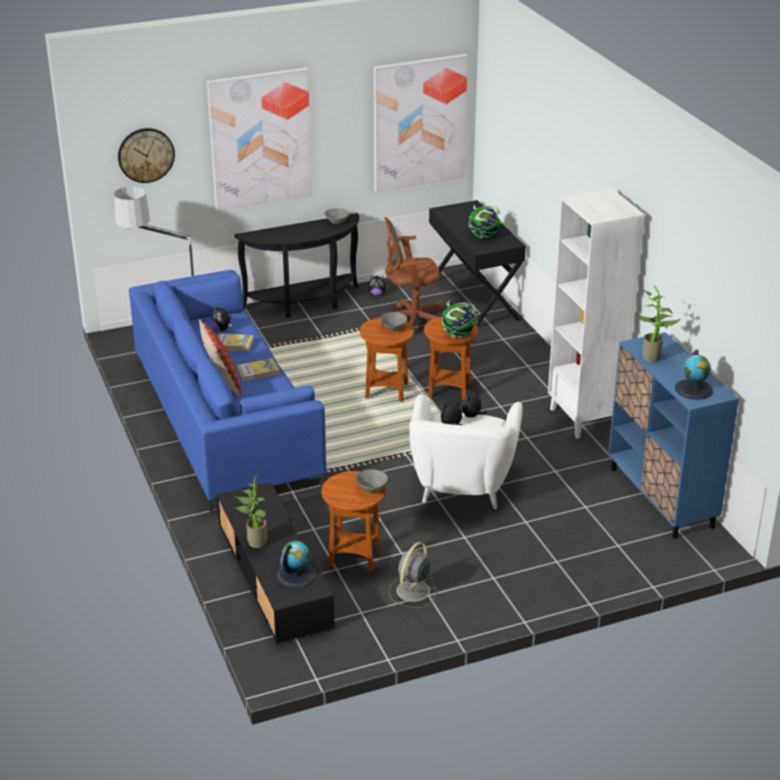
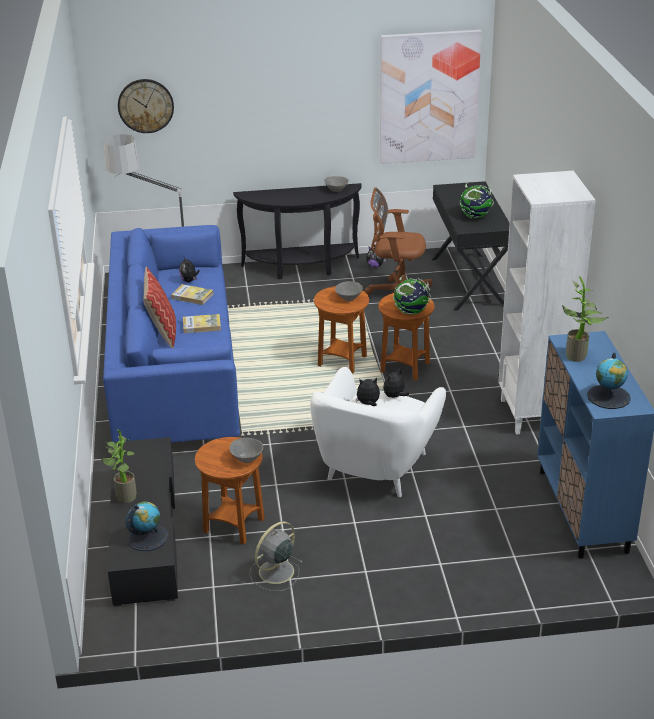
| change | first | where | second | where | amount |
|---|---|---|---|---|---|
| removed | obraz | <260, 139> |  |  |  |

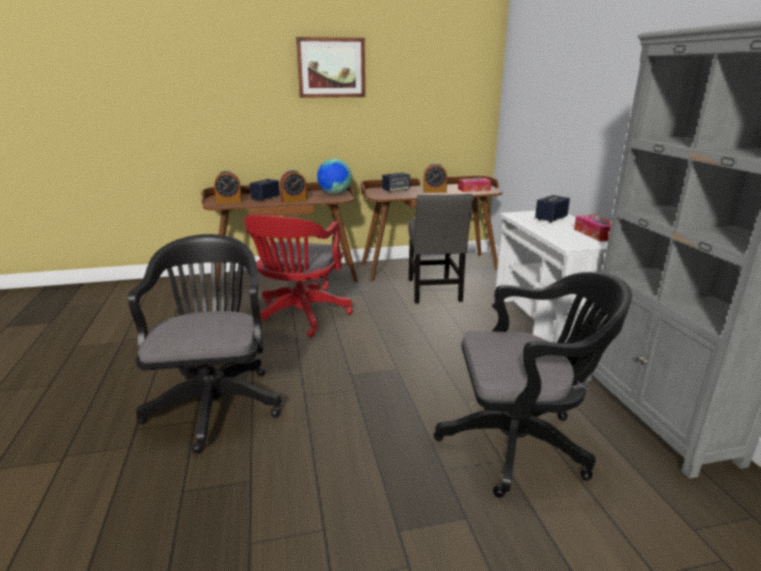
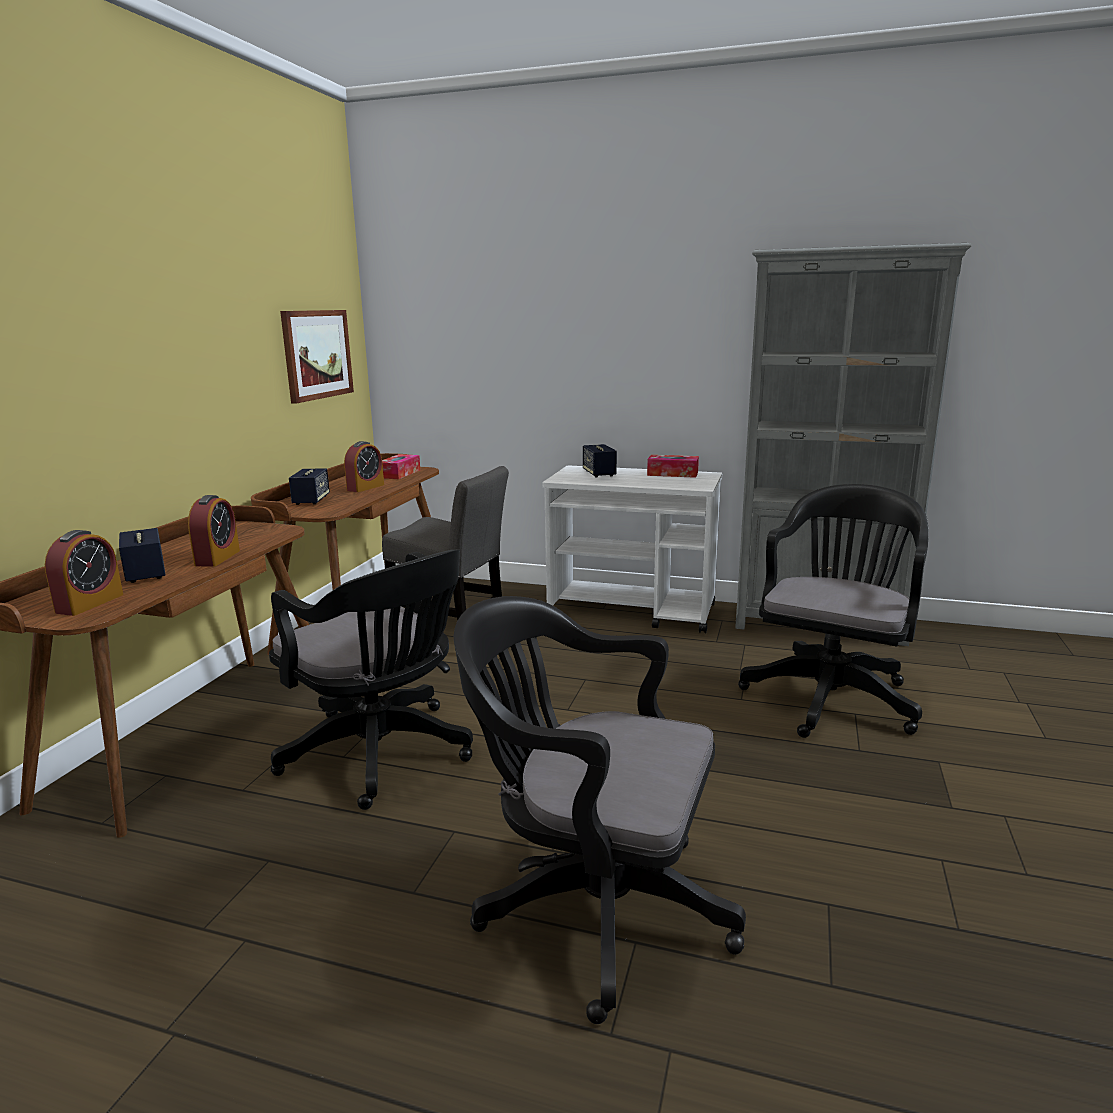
| change | first | where | second | where | amount |
|---|---|---|---|---|---|
| removed | globus | <335, 194> |  |  |  |
| moved | obraz | <331, 68> |  | <317, 354> |  |
| recoloured | krzesło biurowe (czerwony) | <299, 317> | krzesło biurowe (czarny) | <383, 755> |  |

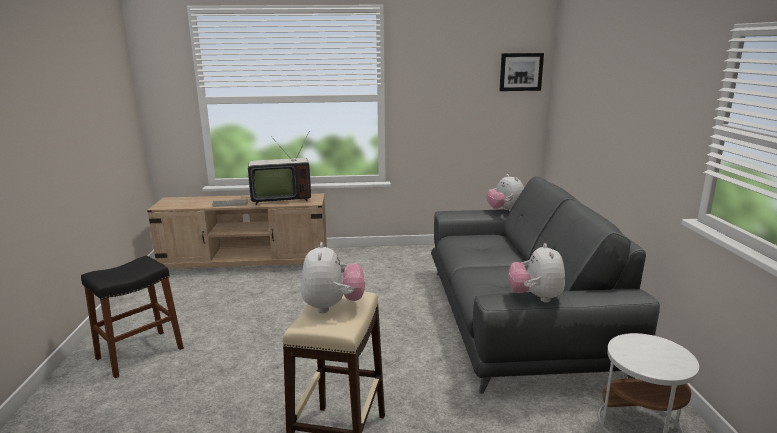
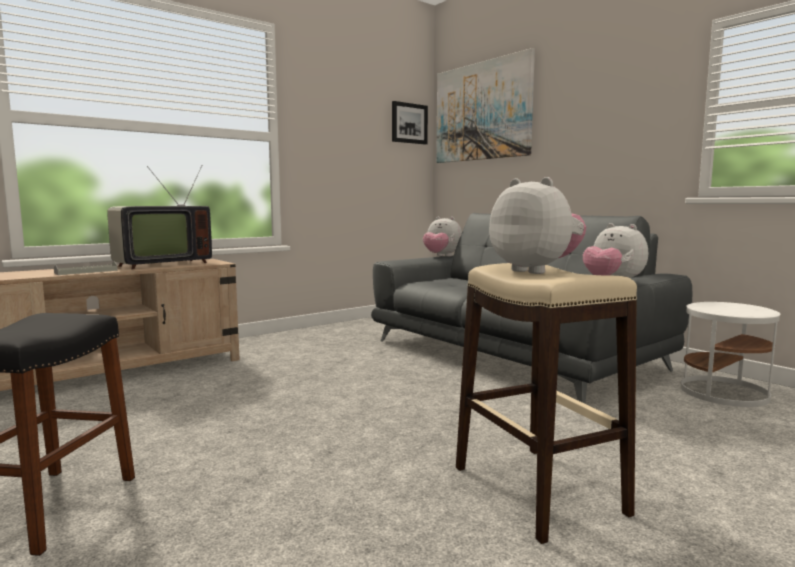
| change | first | where | second | where | amount |
|---|---|---|---|---|---|
| added |  |  | obraz | <482, 111> |  |

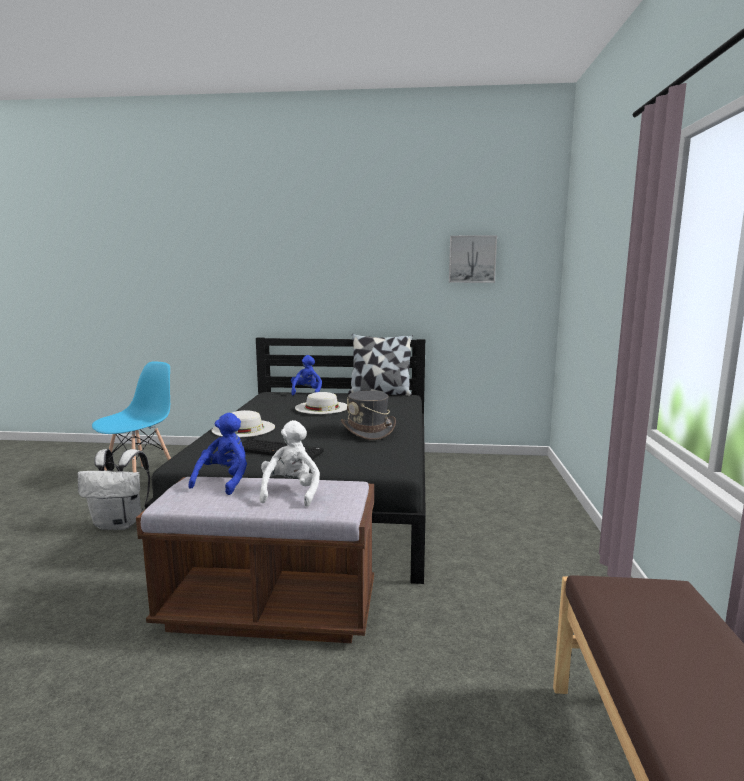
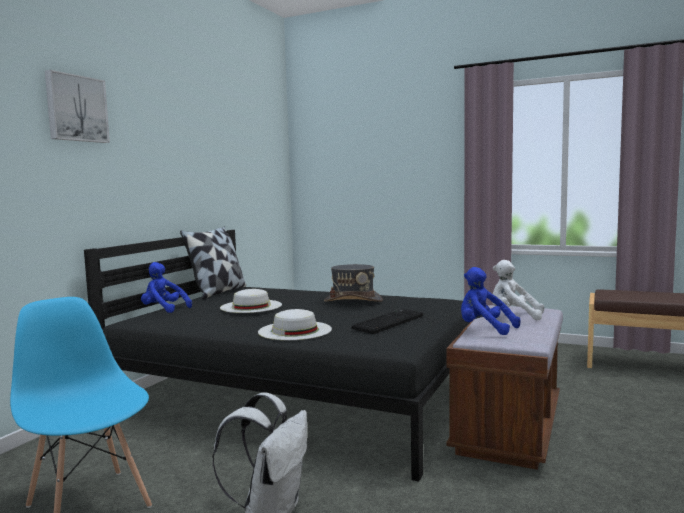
| change | first | where | second | where | amount |
|---|---|---|---|---|---|
| moved | obraz | <472, 259> |  | <76, 108> |  |

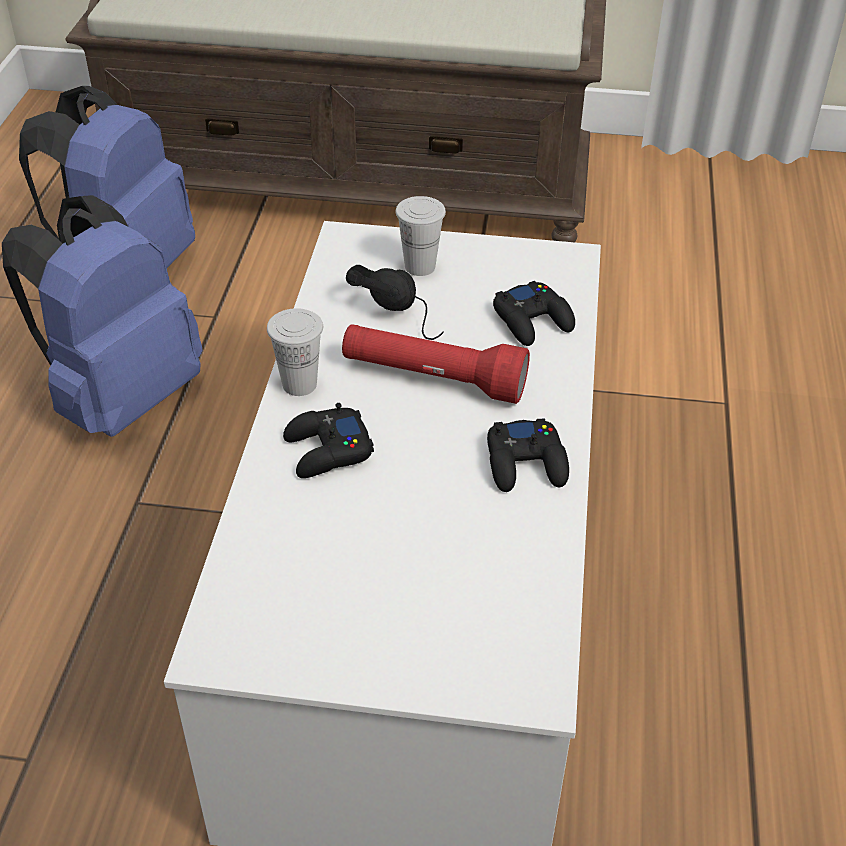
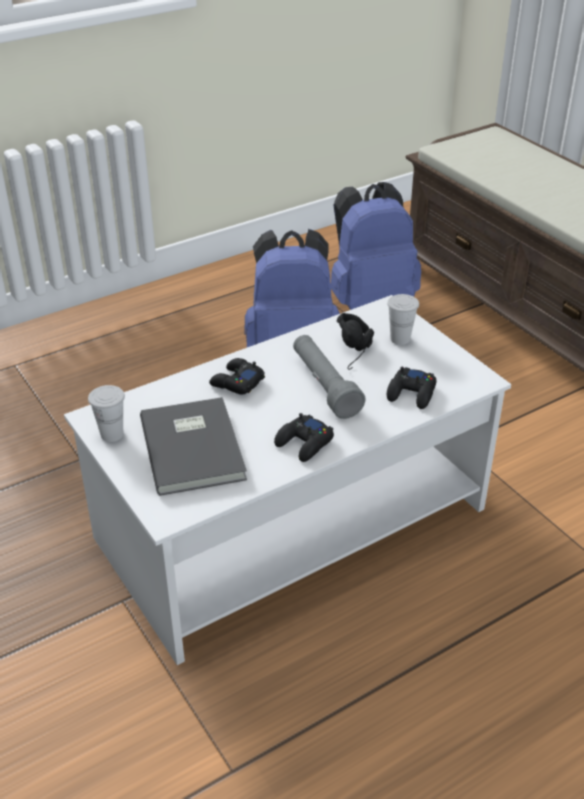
| change | first | where | second | where | amount |
|---|---|---|---|---|---|
| added |  |  | książka (szary) | <195, 447> |  |
| moved | filiżanka (biały) | <299, 384> |  | <112, 434> |  |
| recoloured | latarka (czerwony) | <433, 379> | latarka (szary) | <324, 386> |  |

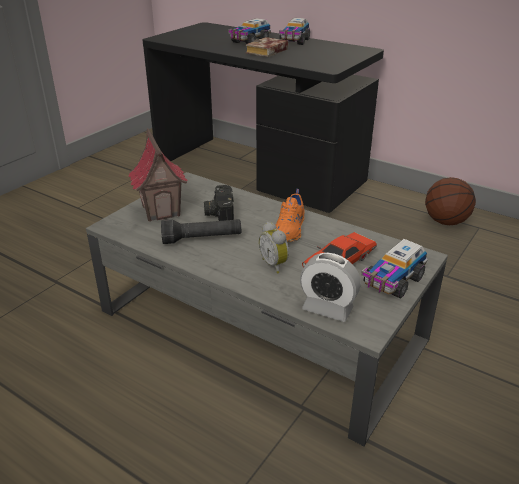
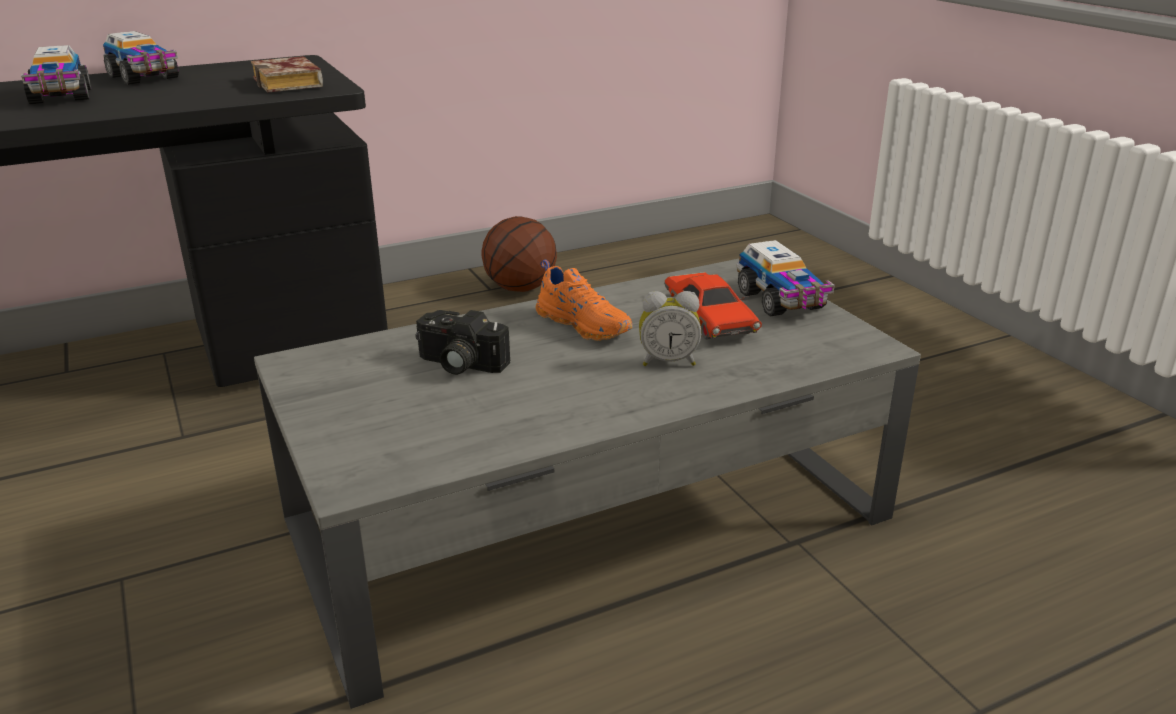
| change | first | where | second | where | amount |
|---|---|---|---|---|---|
| removed | domek | <162, 211> |  |  |  |
| removed | latarka (czarny) | <202, 239> |  |  |  |
| removed | budzik | <327, 309> |  |  |  |
| moved | książka | <267, 52> |  | <291, 84> |  |

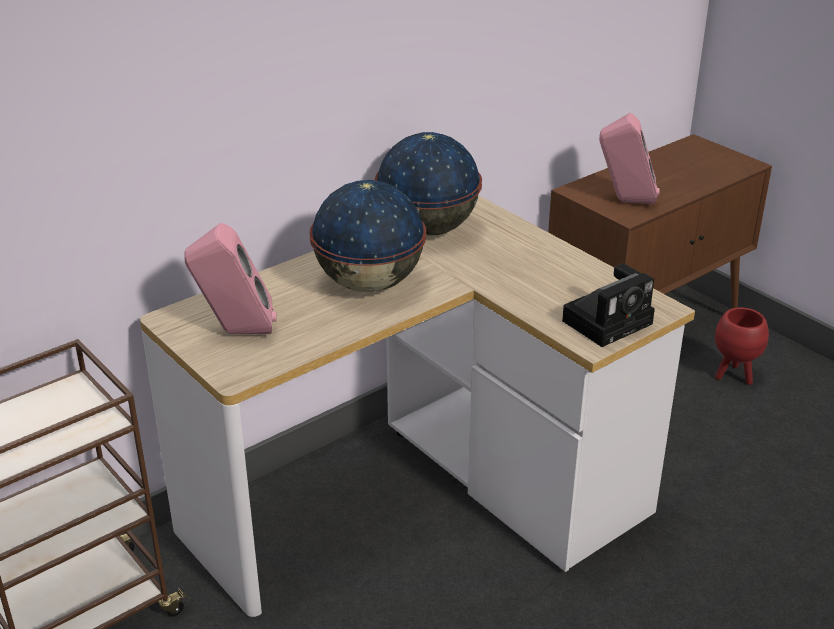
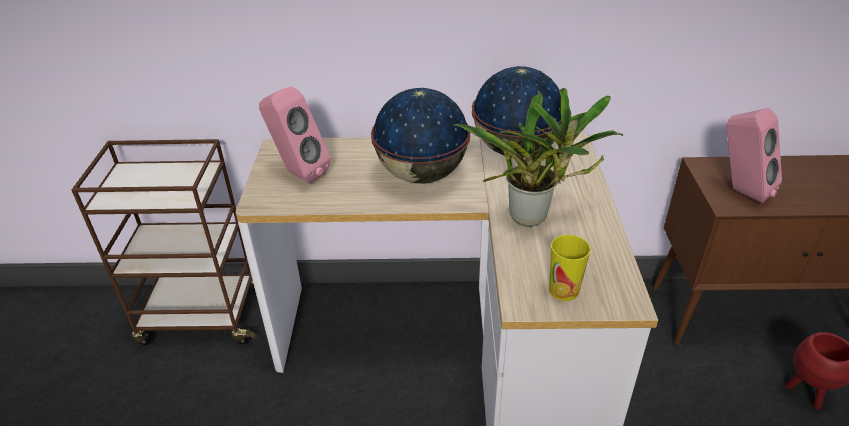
| change | first | where | second | where | amount |
|---|---|---|---|---|---|
| added |  |  | roślina doniczkowa | <534, 218> |  |
| replaced | aparat fotograficzny | <609, 321> | filiżanka | <563, 290> |  |

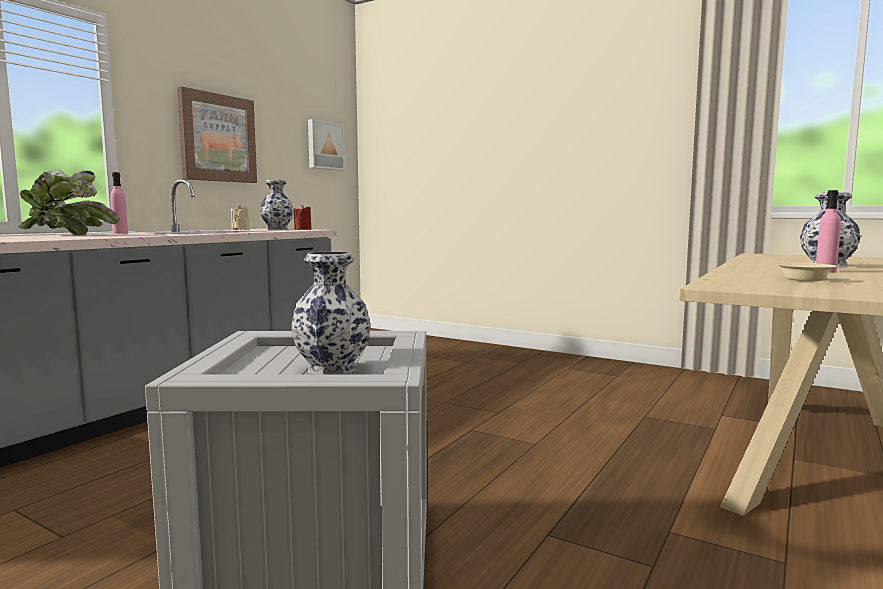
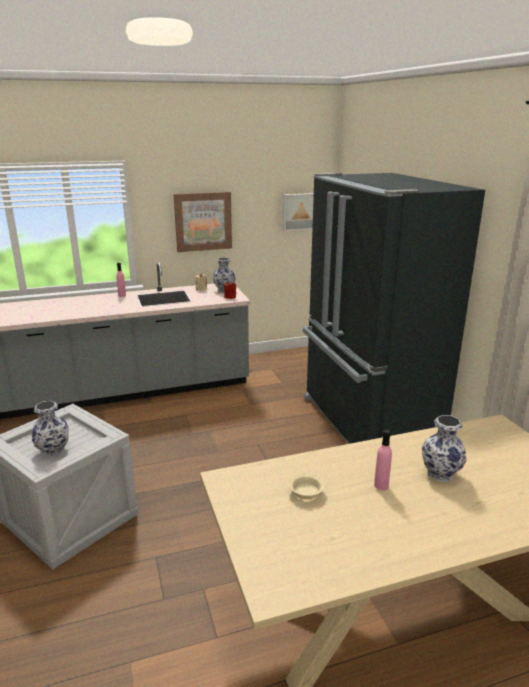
| change | first | where | second | where | amount |
|---|---|---|---|---|---|
| removed | roślina doniczkowa | <69, 235> |  |  |  |
| added |  |  | lodówka (czarny) | <366, 423> |  |

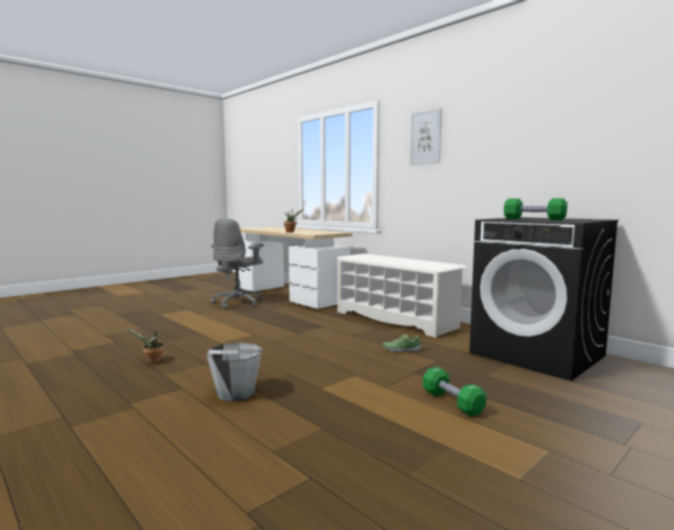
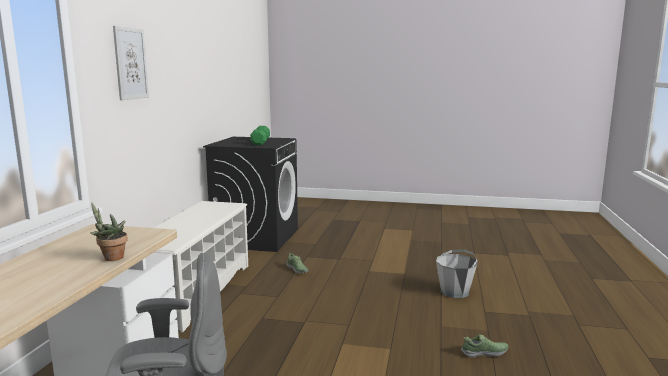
| change | first | where | second | where | amount |
|---|---|---|---|---|---|
| removed | hantel (zielony) | <452, 402> |  |  |  |
| replaced | roślina doniczkowa | <152, 362> | but | <484, 353> |  |

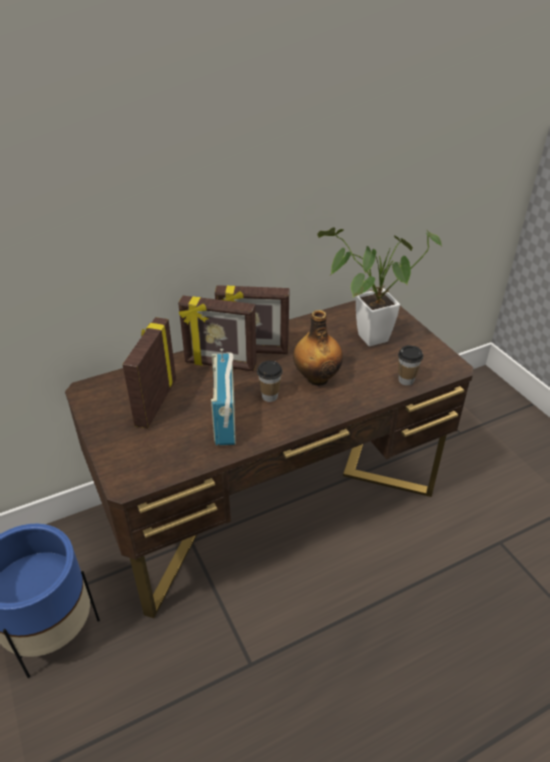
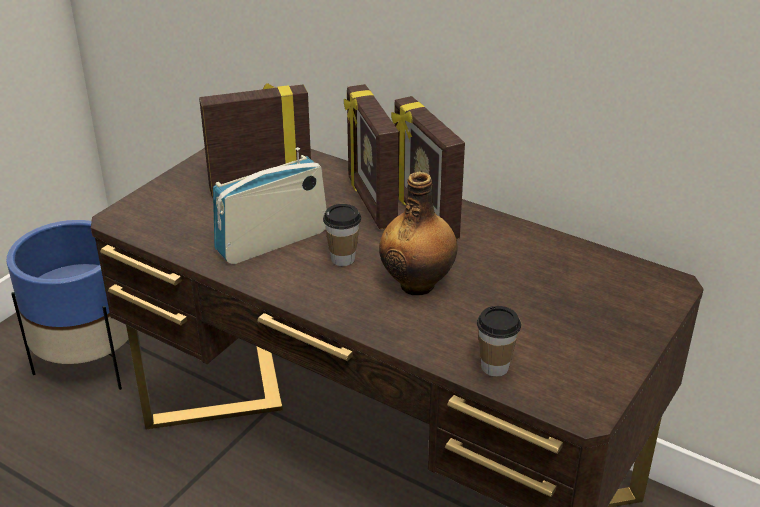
| change | first | where | second | where | amount |
|---|---|---|---|---|---|
| removed | roślina doniczkowa | <366, 340> |  |  |  |

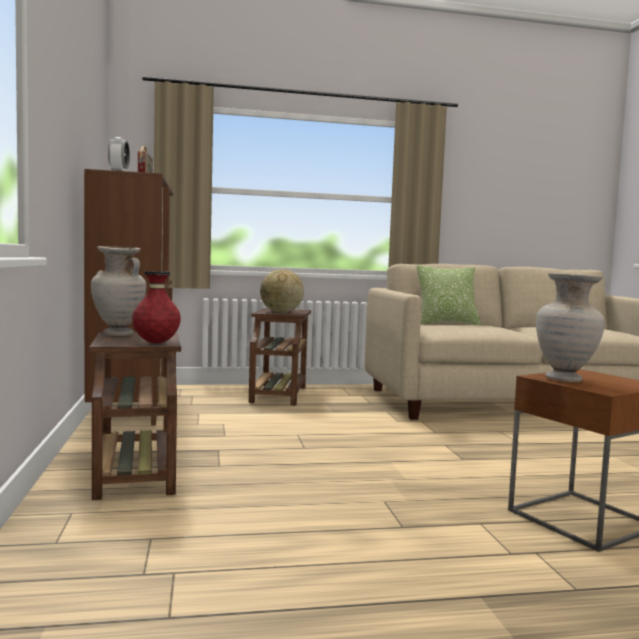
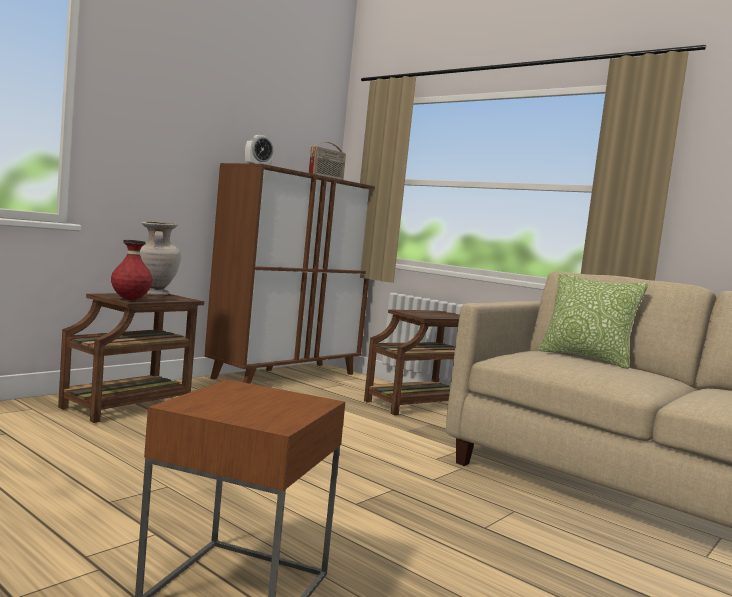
| change | first | where | second | where | amount |
|---|---|---|---|---|---|
| removed | globus | <281, 312> |  |  |  |
| removed | wazon (beżowy) | <565, 380> |  |  |  |

